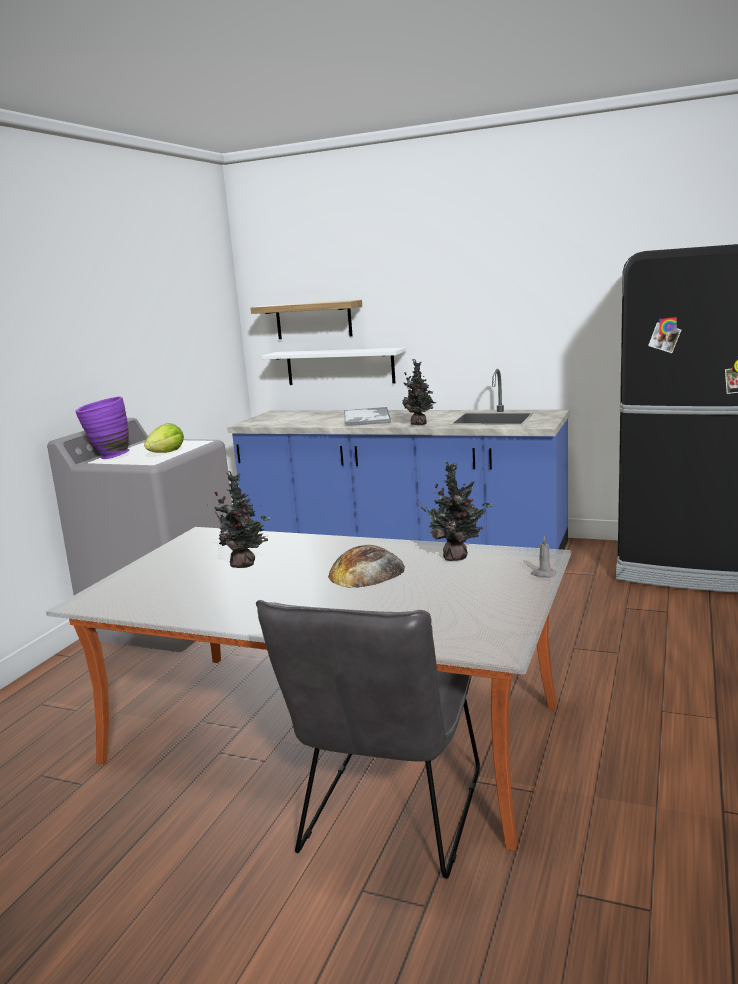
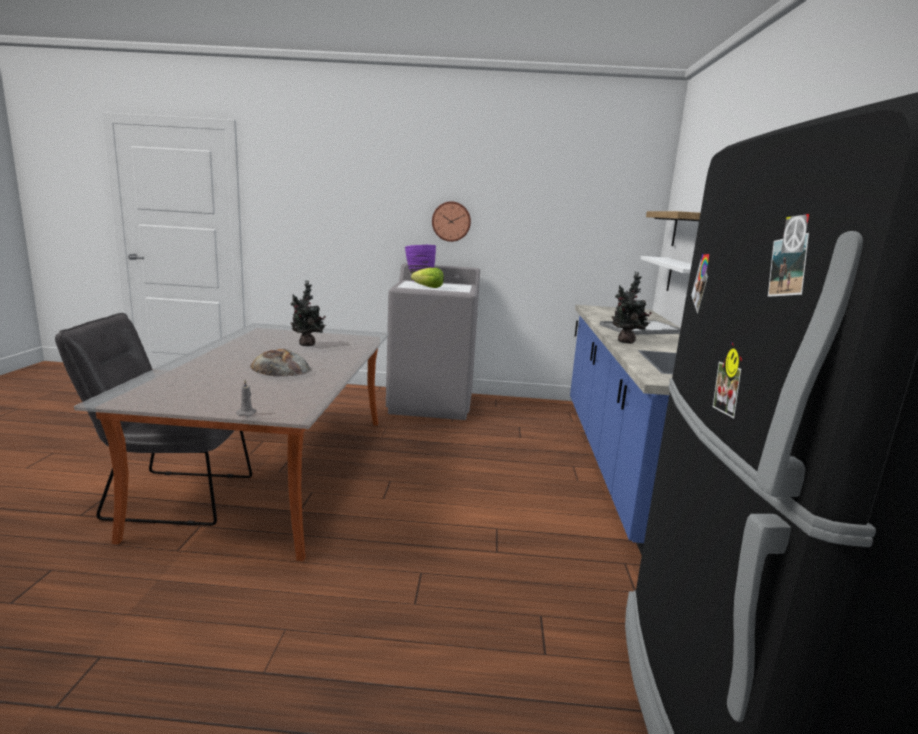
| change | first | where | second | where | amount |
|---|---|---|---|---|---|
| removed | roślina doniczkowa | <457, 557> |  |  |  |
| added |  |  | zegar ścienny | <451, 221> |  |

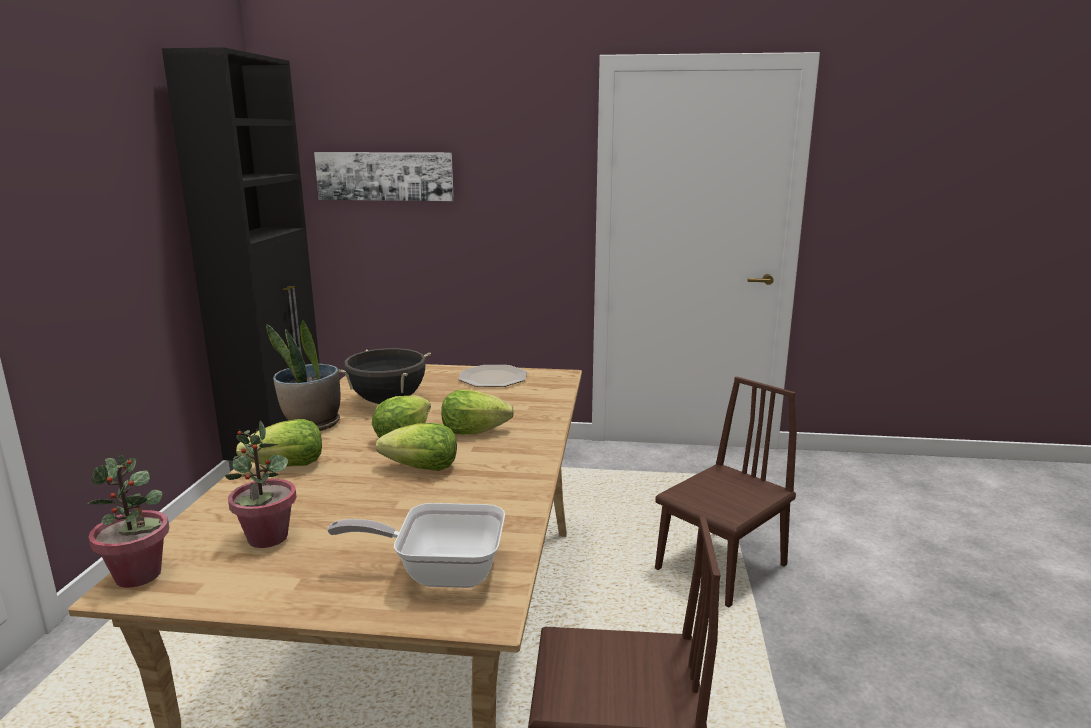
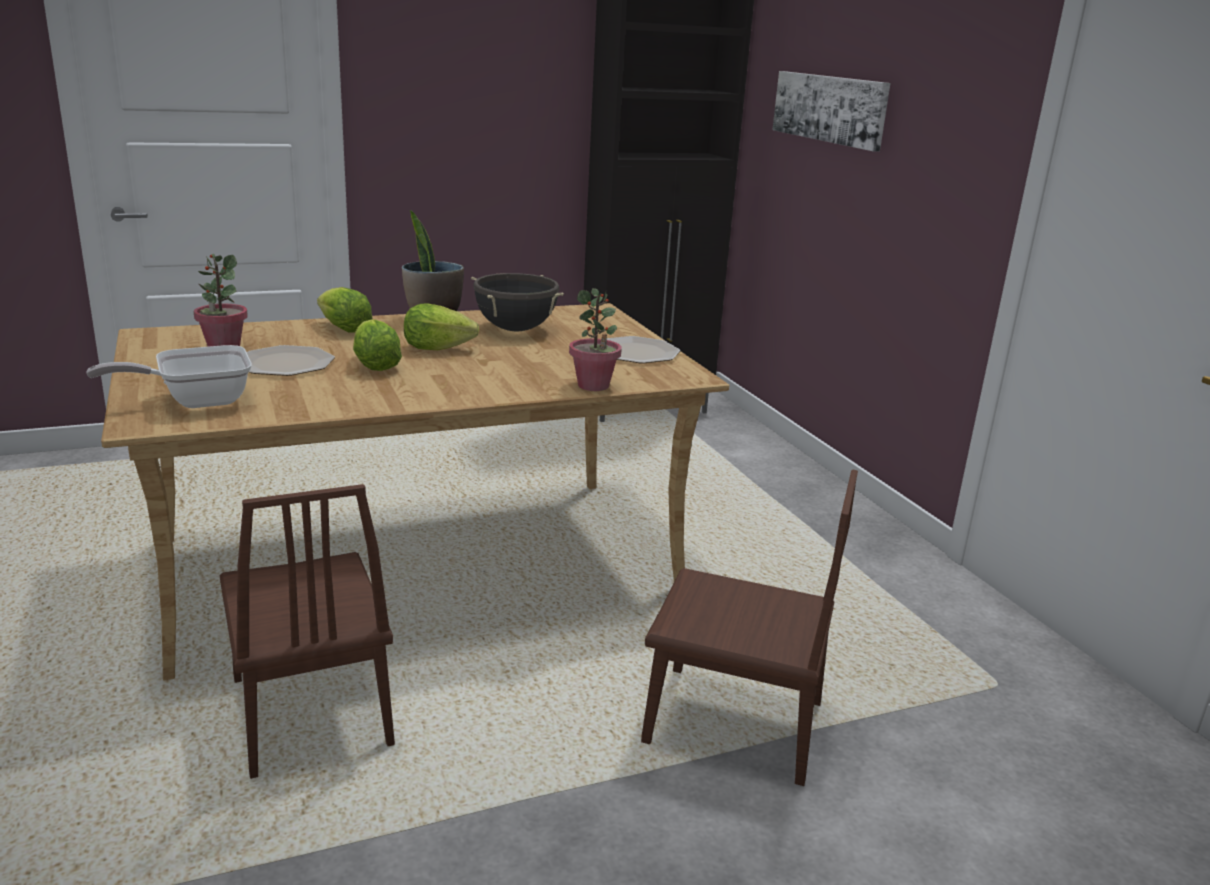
| change | first | where | second | where | amount |
|---|---|---|---|---|---|
| removed | sałata | <473, 431> |  |  |  |
| added |  |  | talerz | <284, 363> |  |
| moved | roślina doniczkowa | <139, 575> |  | <593, 386> |  |
| turned | patelnia | <440, 572> |  | <195, 401> | 90 degrees counterclockwise |

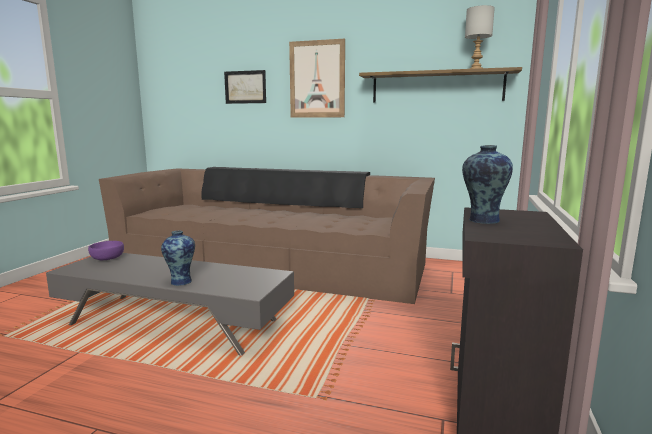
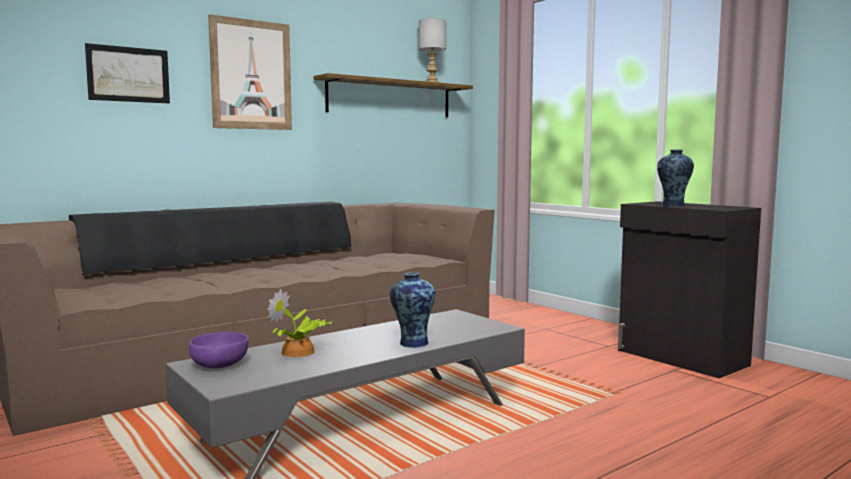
| change | first | where | second | where | amount |
|---|---|---|---|---|---|
| added |  |  | roślina doniczkowa | <298, 352> |  |

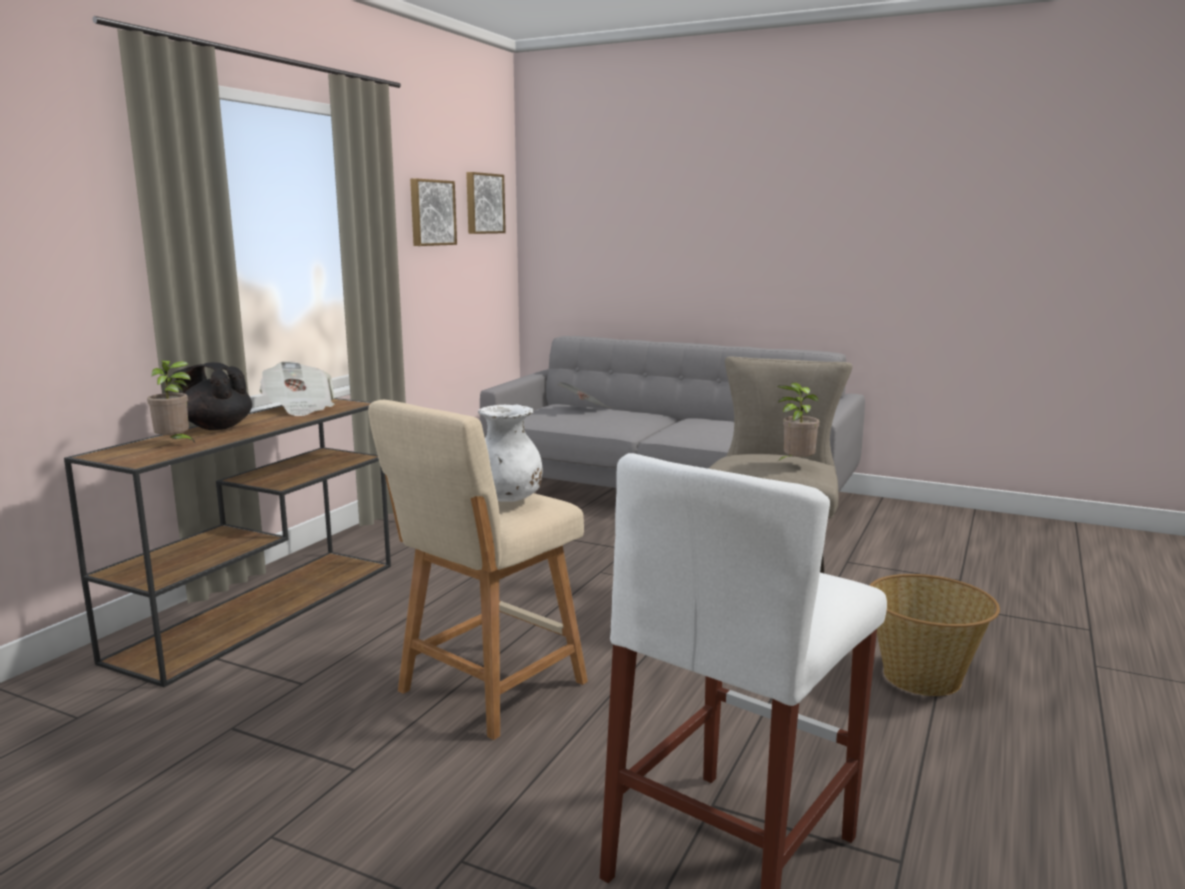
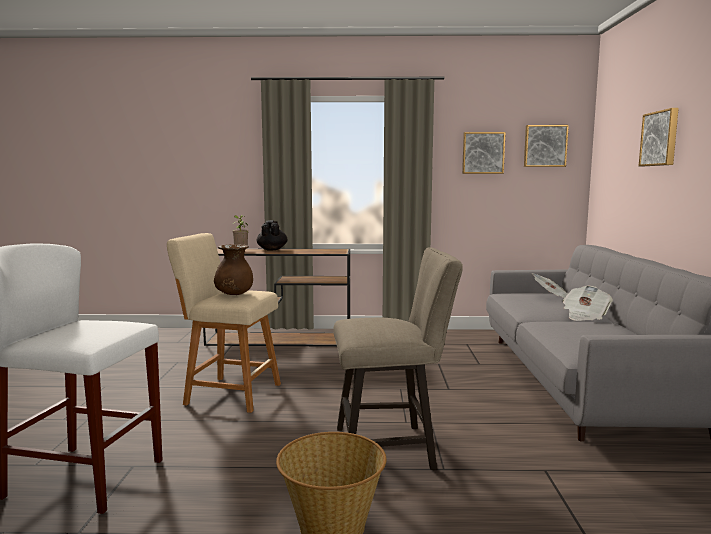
| change | first | where | second | where | amount |
|---|---|---|---|---|---|
| removed | roślina doniczkowa | <796, 464> |  |  |  |
| added |  |  | obraz | <660, 138> |  |
| moved | gazeta | <299, 408> |  | <584, 316> |  |
| recoloured | wazon (biały) | <507, 500> | wazon (brązowy) | <234, 294> |  |

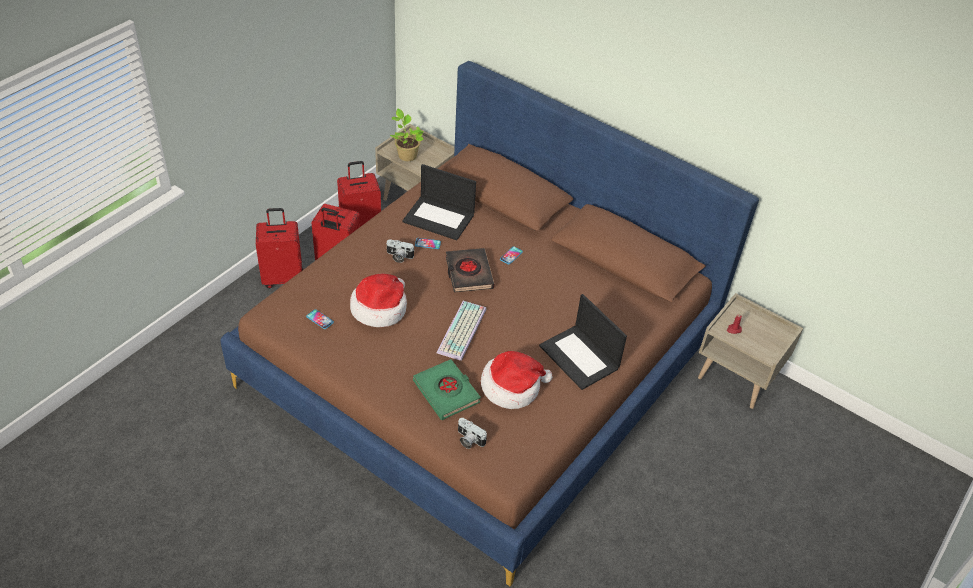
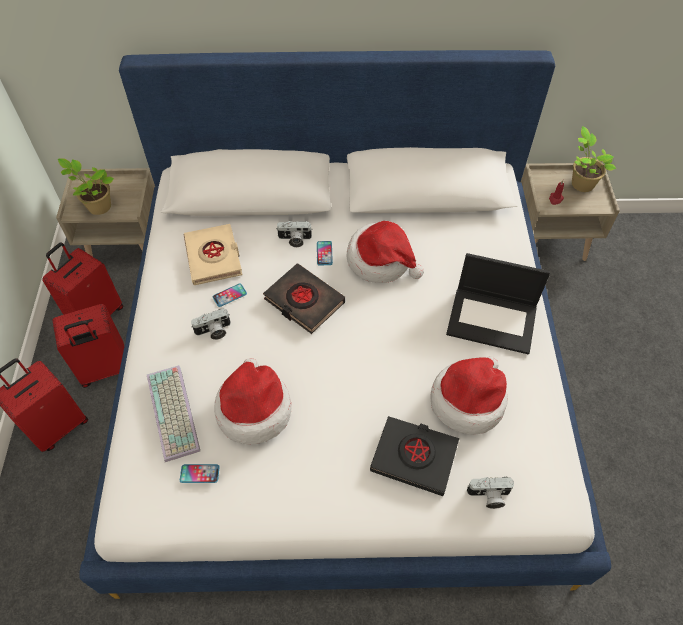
| change | first | where | second | where | amount |
|---|---|---|---|---|---|
| added |  |  | aparat fotograficzny | <294, 240> |  |
| added |  |  | kapelusz | <381, 260> |  |
| added |  |  | roślina doniczkowa | <581, 183> |  |
| moved | klawiatura | <463, 331> |  | <175, 413> |  |
| replaced | laptop | <439, 218> | książka (beżowy) | <214, 257> |  |
| recoloured | łóżko (brązowy) | <481, 363> | łóżko (biały) | <341, 377> |  |
| recoloured | książka (zielony) | <446, 392> | książka (czarny) | <414, 457> |  |

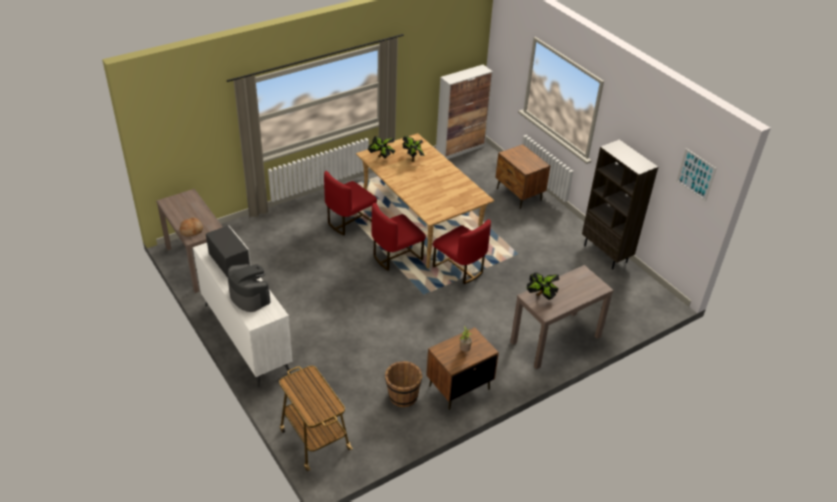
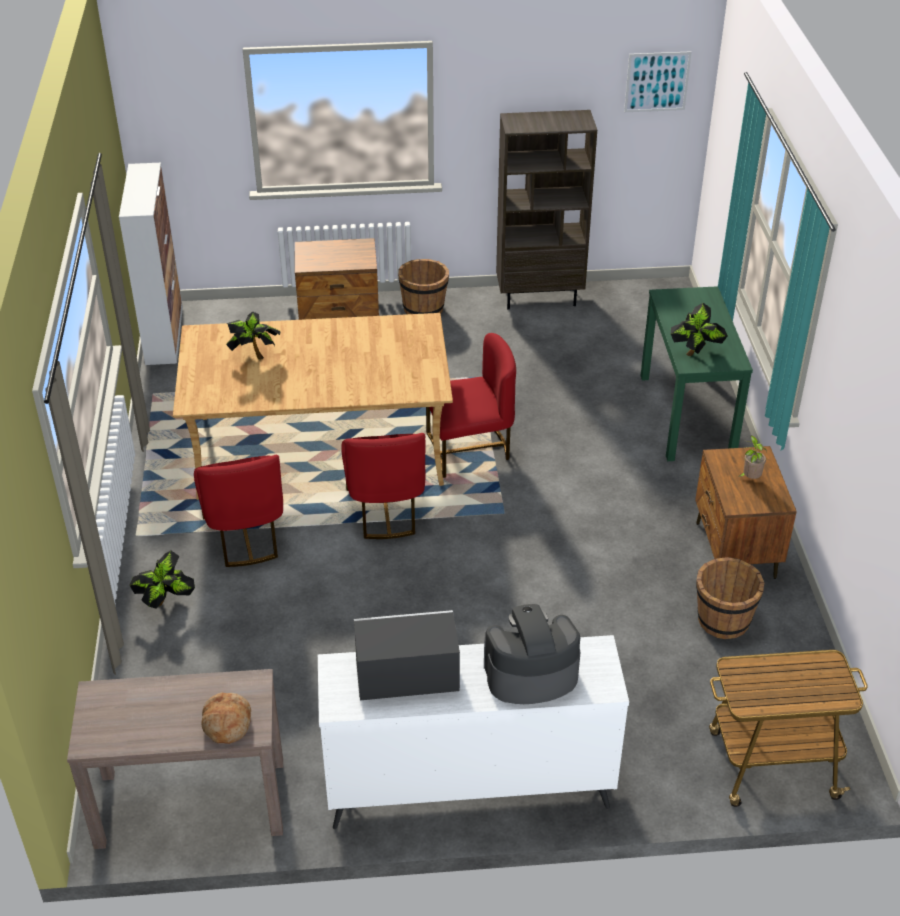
| change | first | where | second | where | amount |
|---|---|---|---|---|---|
| added |  |  | wiadro (brązowy) | <424, 309> |  |
| moved | roślina doniczkowa | <382, 157> |  | <166, 602> |  |
| recoloured | stolik konsolowy (brązowy) | <555, 340> | stolik konsolowy (zielony) | <687, 415> |  |

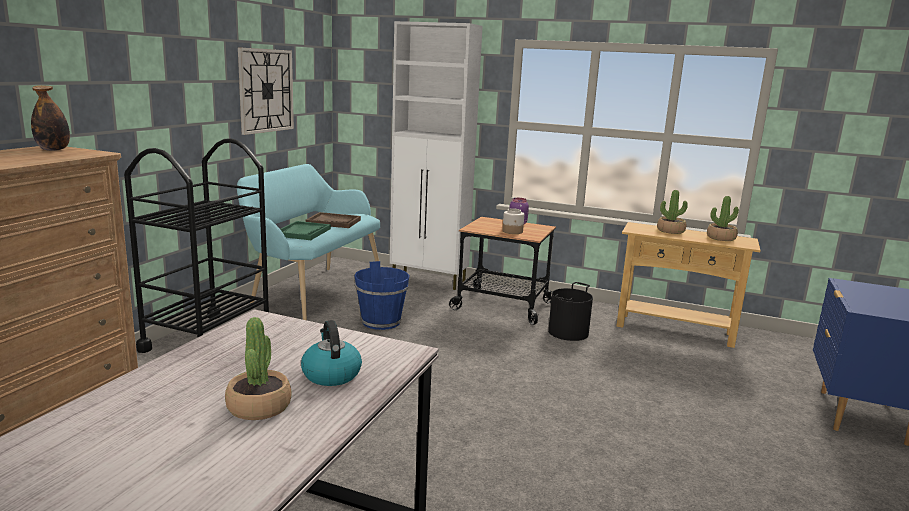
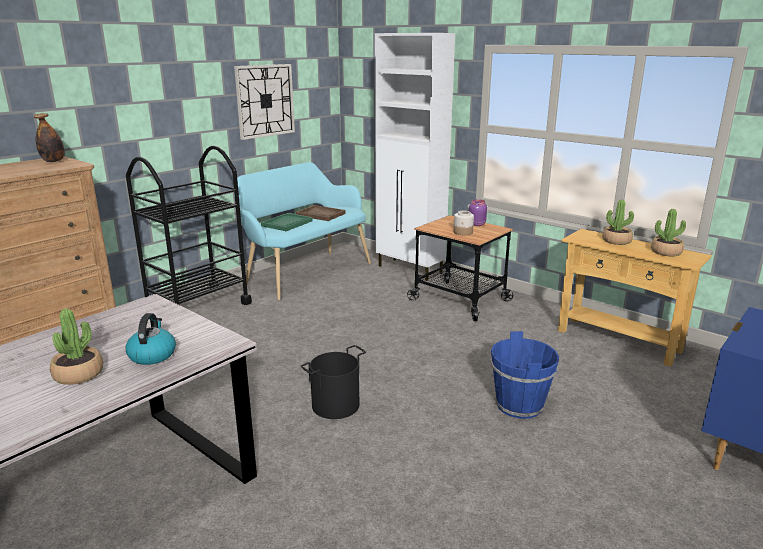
| change | first | where | second | where | amount |
|---|---|---|---|---|---|
| moved | wiadro (niebieski) | <381, 322> |  | <520, 405> |  |
| moved | wiadro (czarny) | <567, 332> |  | <335, 404> |  |

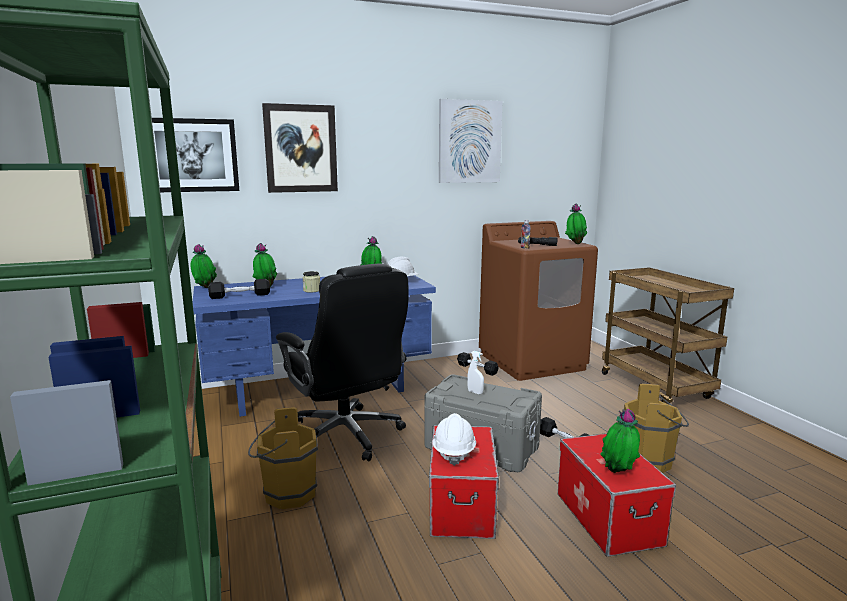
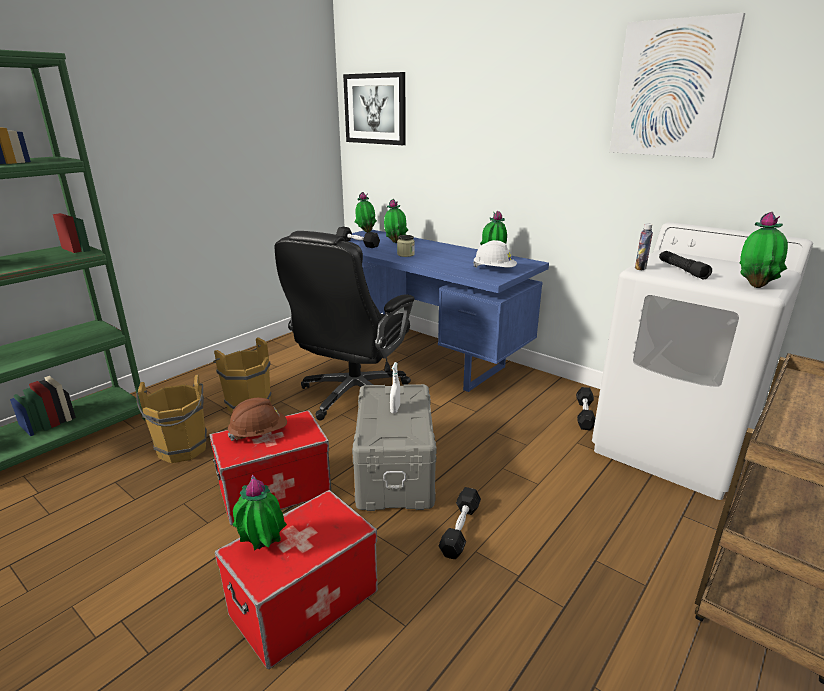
| change | first | where | second | where | amount |
|---|---|---|---|---|---|
| removed | obraz | <301, 149> |  |  |  |
| moved | wiadro (brązowy) | <651, 462> |  | <182, 451> |  |
| recoloured | kask (biały) | <453, 452> | kask (brązowy) | <259, 433> |  |
| recoloured | pralka (brązowy) | <532, 361> | pralka (biały) | <672, 446> |  |

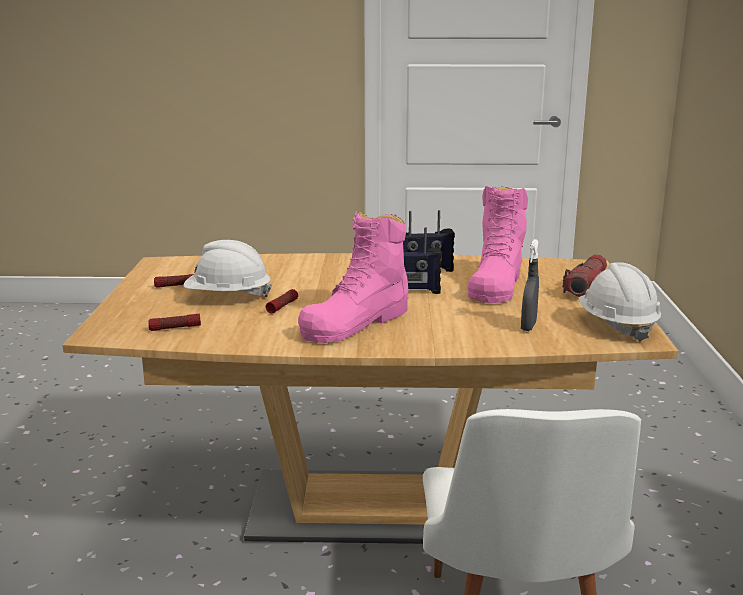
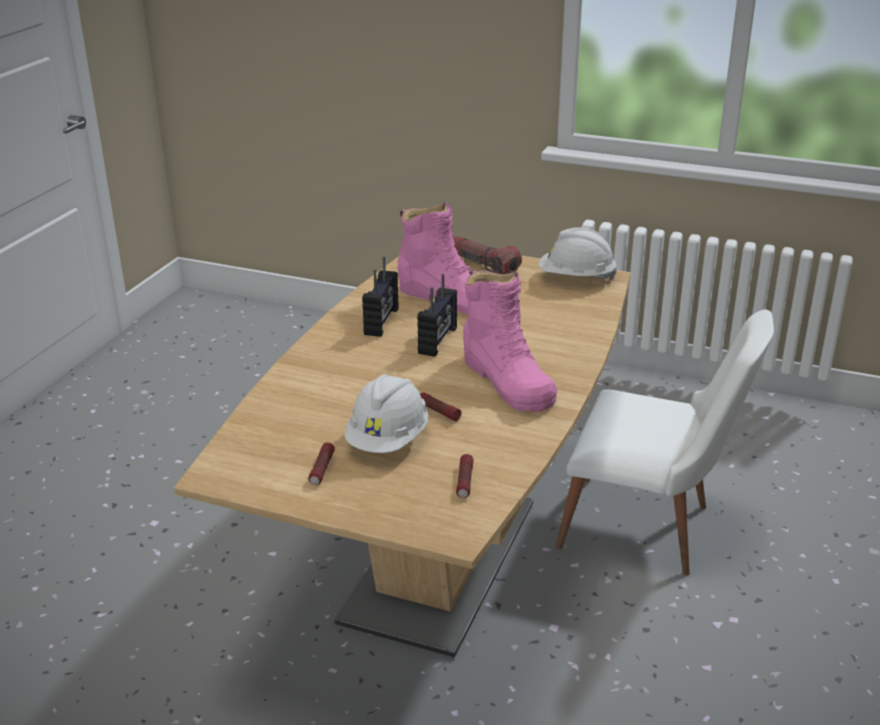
| change | first | where | second | where | amount |
|---|---|---|---|---|---|
| removed | spryskiwacz (szary) | <528, 326> |  |  |  |

